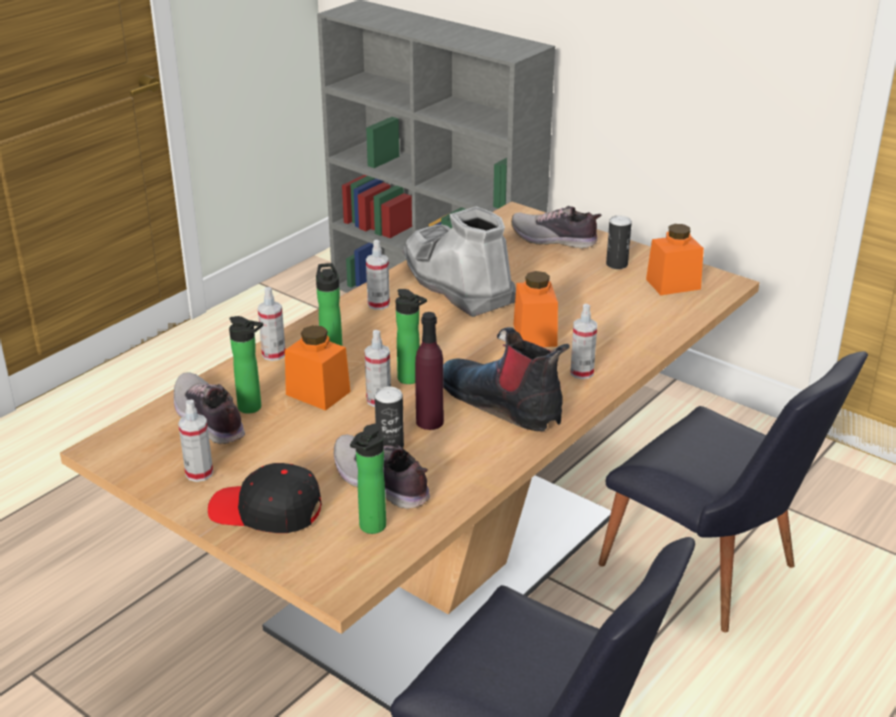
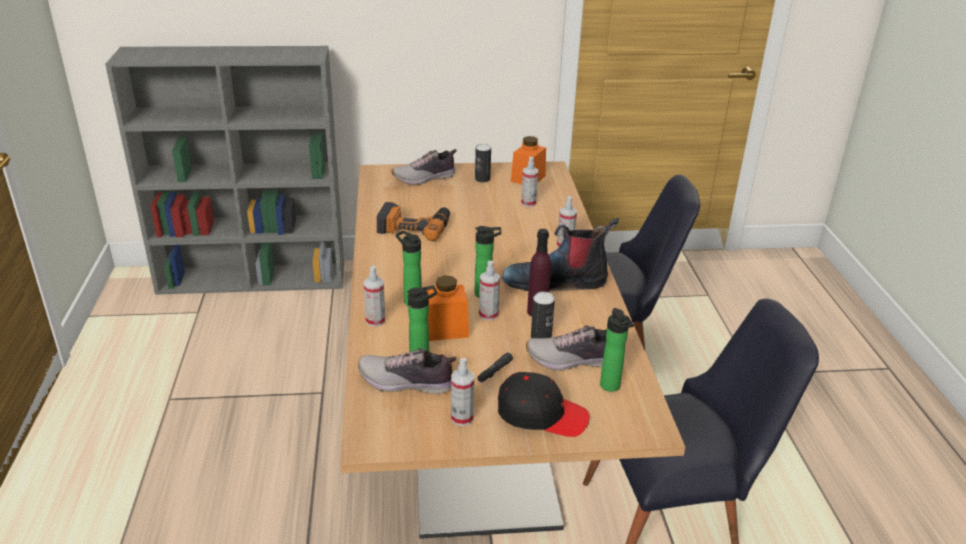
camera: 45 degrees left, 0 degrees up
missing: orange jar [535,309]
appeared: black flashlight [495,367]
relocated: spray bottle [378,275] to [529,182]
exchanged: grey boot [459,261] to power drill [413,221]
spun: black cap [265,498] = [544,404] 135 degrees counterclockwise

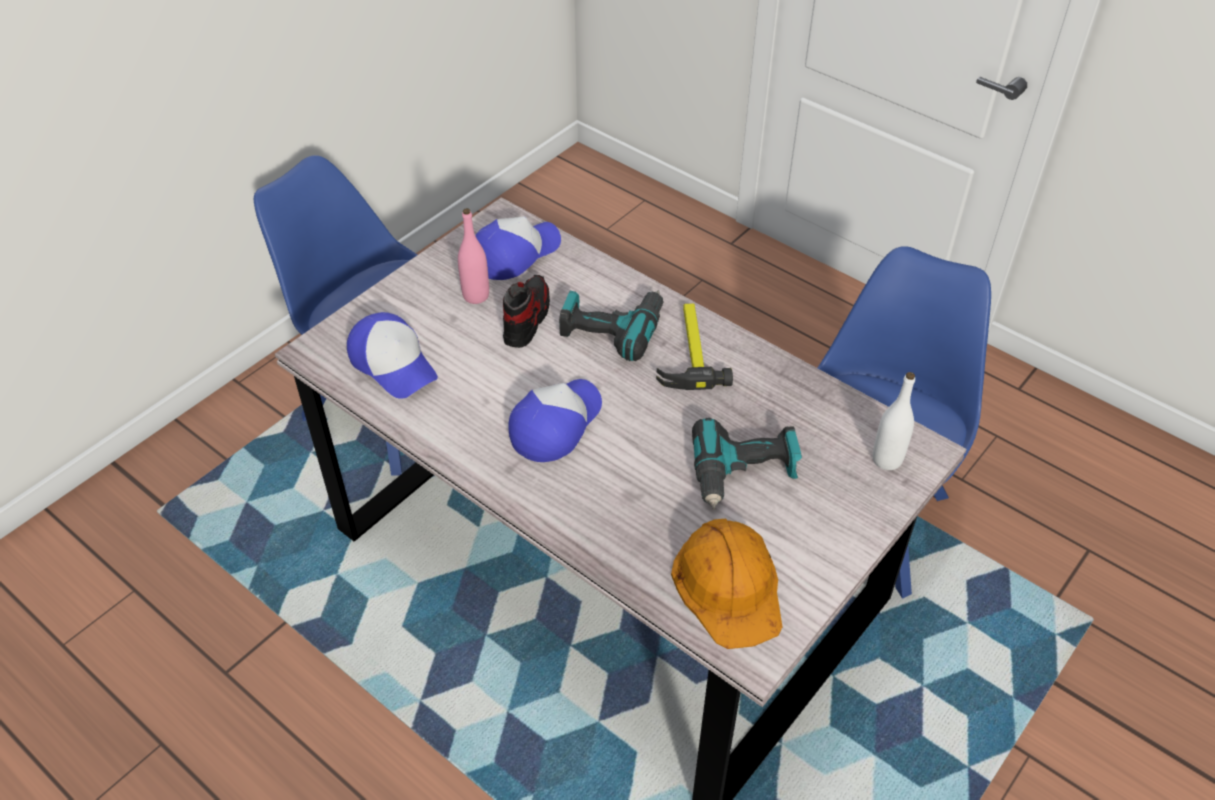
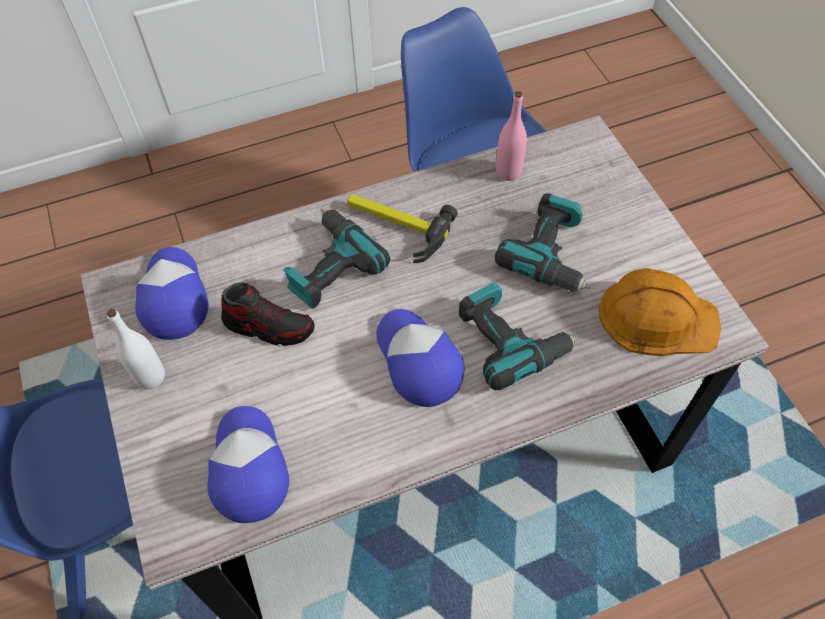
camera: 60 degrees left, 10 degrees up
appeared: power drill [519,336]
relocated: pink bottle [473,256] to [511,136]; white bottle [894,421] to [136,349]
spun: shoe [526,311] = [268,314] 150 degrees clockwise; cap [392,355] = [248,464] 90 degrees counterclockwise

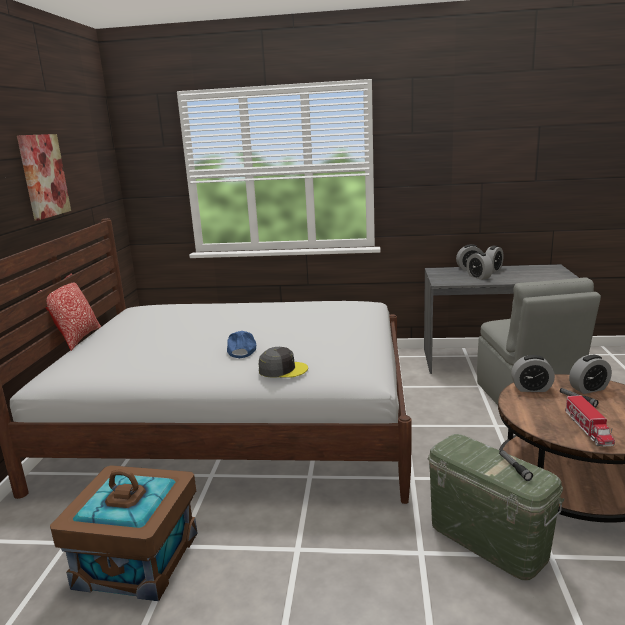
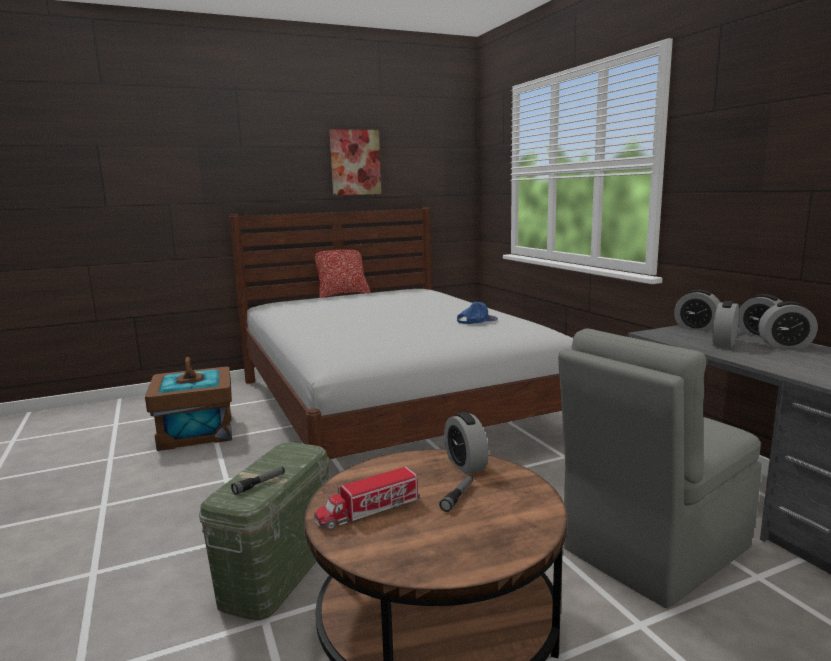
camera: 60 degrees right, 5 degrees down
missing: grey cap [283,362]
relocated: blue cap [241,344] to [477,313]; alarm clock [590,374] to [697,311]

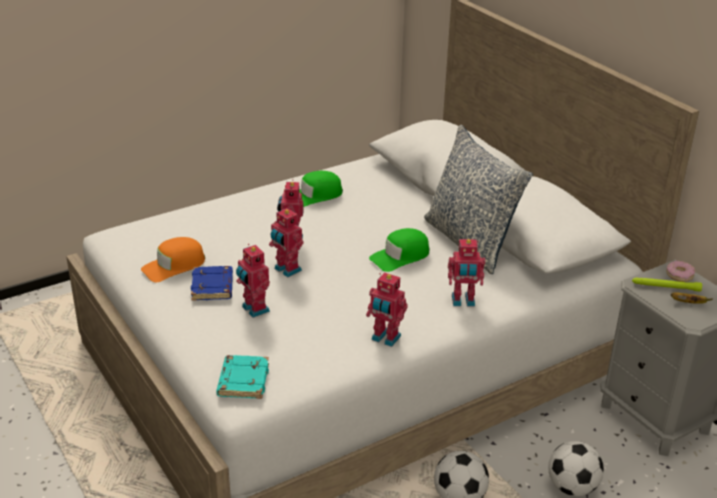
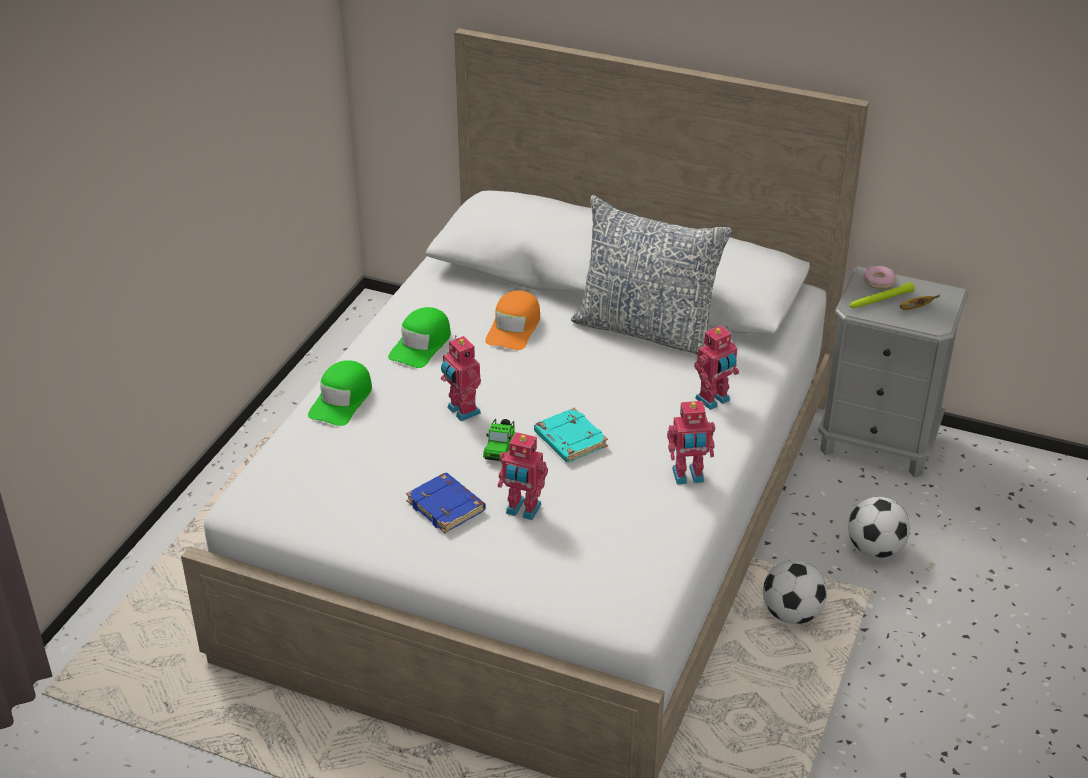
camera: 35 degrees left, 5 degrees up
relocated: green cap [399,250] to [340,393]; orange cap [173,259] to [512,320]; turquoise book [242,377] to [571,435]
exchanged: toy robot [286,242] to toy car [499,440]

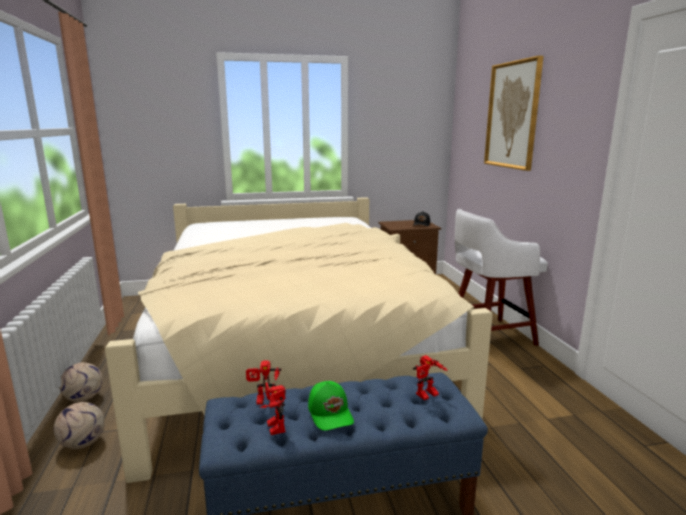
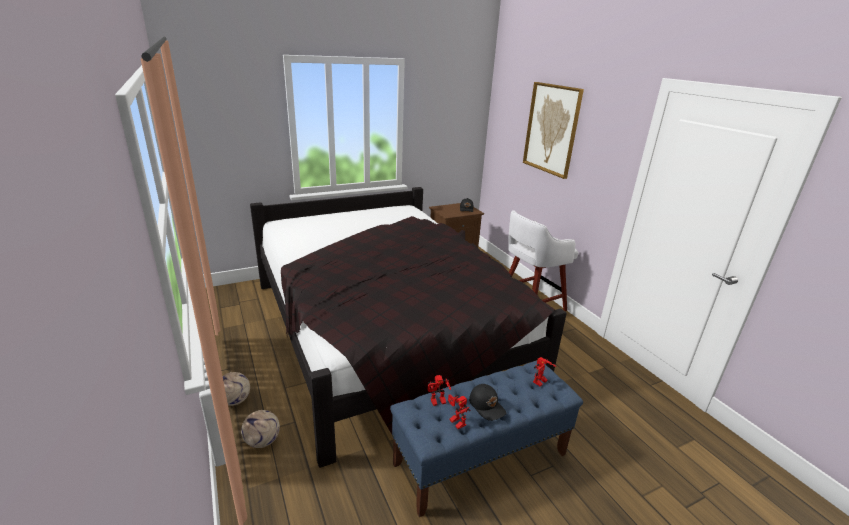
camera: 15 degrees left, 10 degrees up
colour: beige bed [299,340] to black bed [408,327]; green cap [331,406] to black cap [487,402]

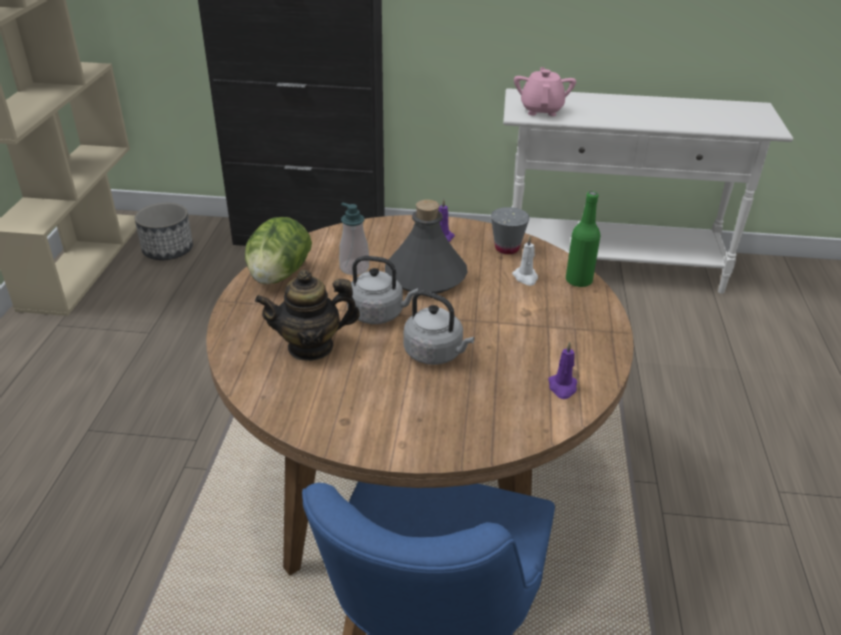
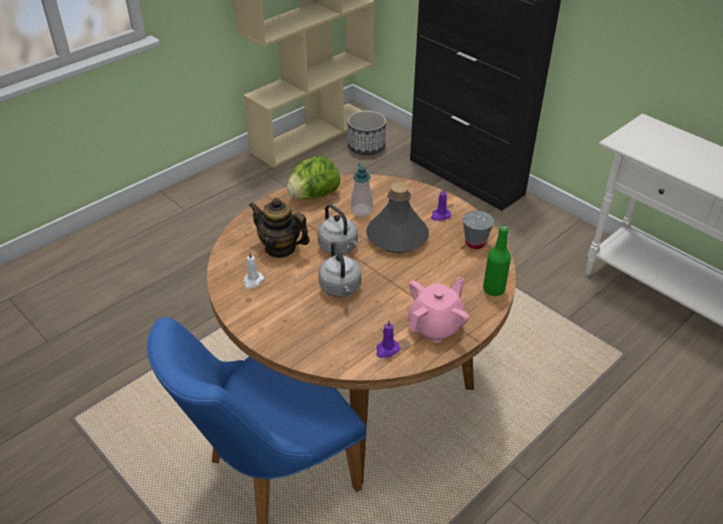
camera: 40 degrees right, 5 degrees up
relocated: pink teapot [545,91] to [438,310]; white candle [525,261] to [253,270]

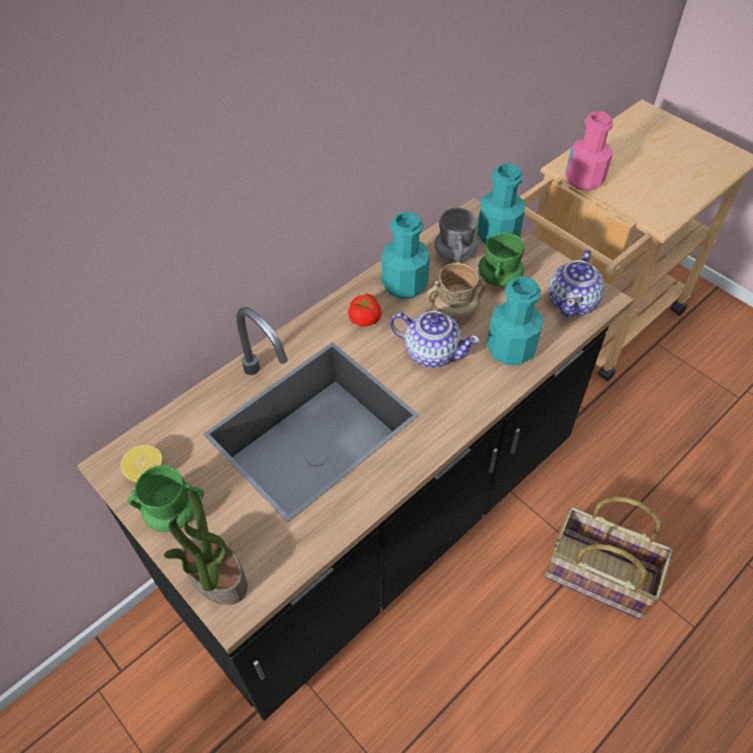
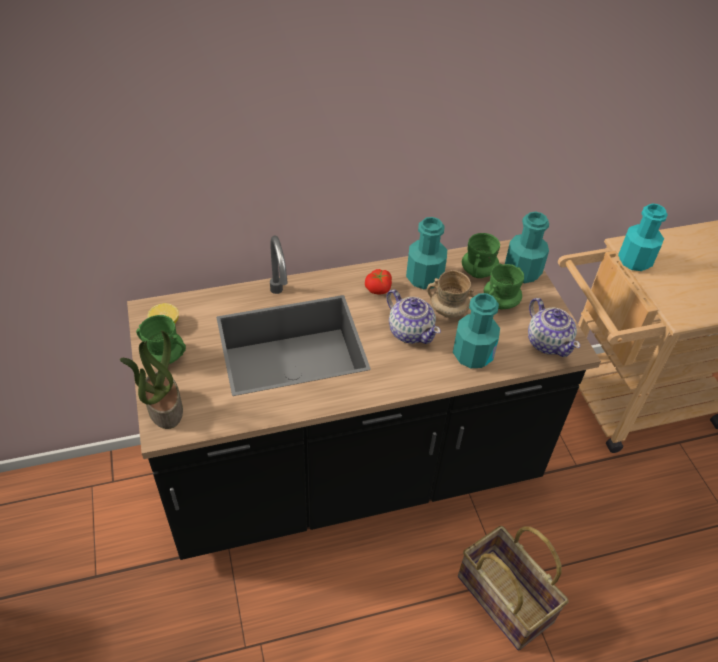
camera: 25 degrees right, 5 degrees down
colour: pink bottle [589,151] to turquoise bottle [643,237]; grey mug [456,235] to green mug [481,255]
spun: teapot [577,283] = [554,327] 75 degrees counterclockwise

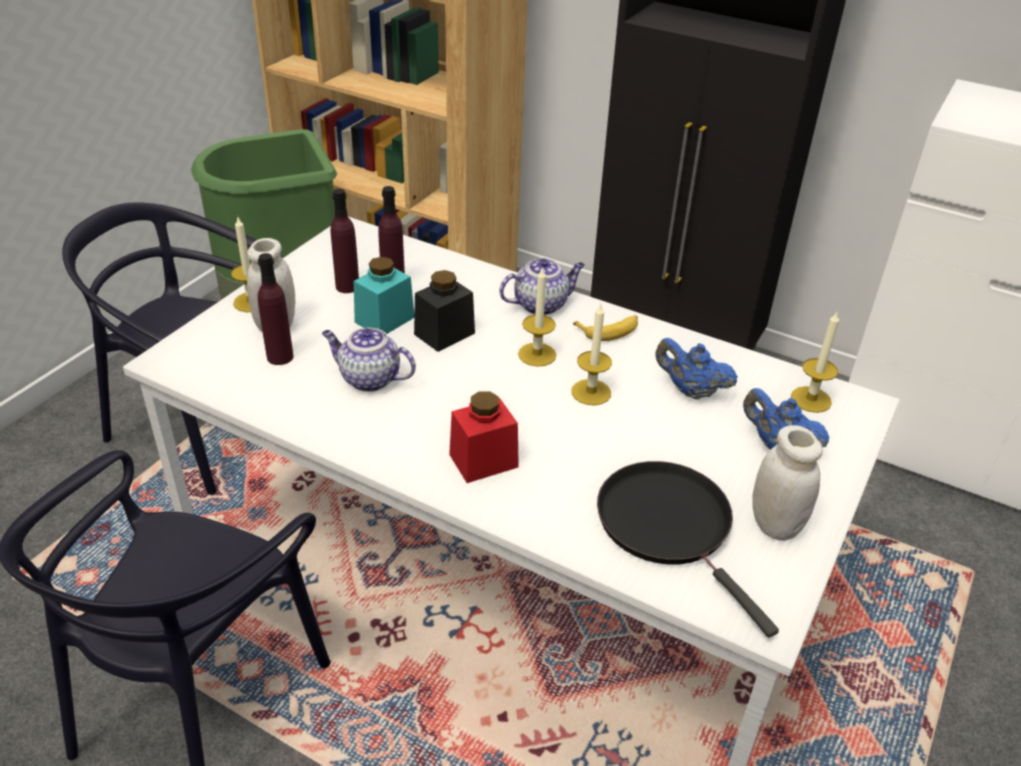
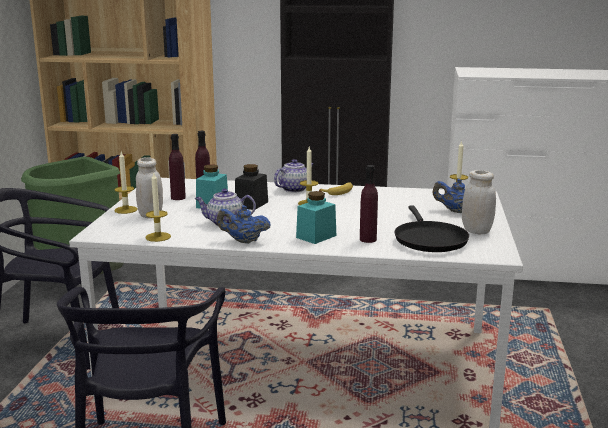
camera: 20 degrees left, 20 degrees down
relocated: purple bottle [276,309] to [369,204]; candle [591,354] to [158,207]; blue teapot [696,369] to [244,224]
colour: red jar [484,437] to turquoise jar [316,217]
spun: black frying pan [688,549] = [432,228] 135 degrees counterclockwise

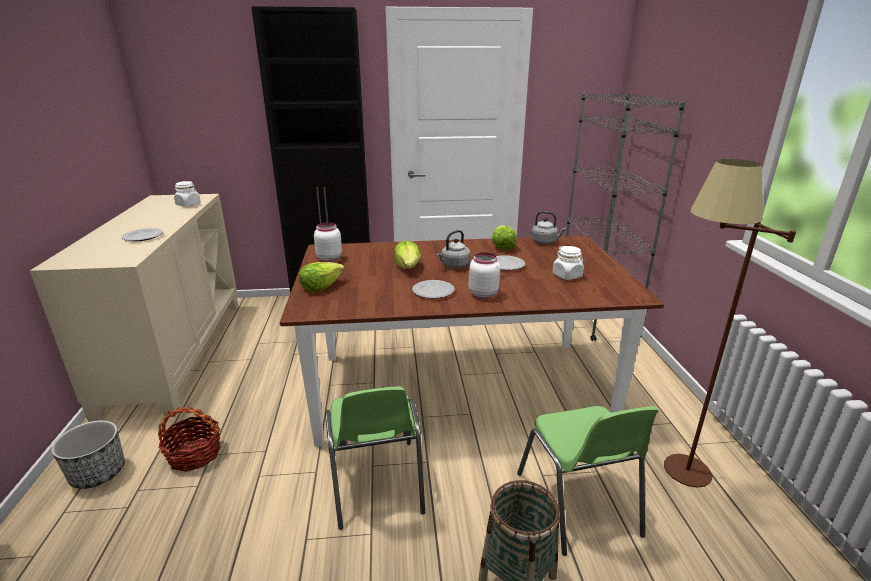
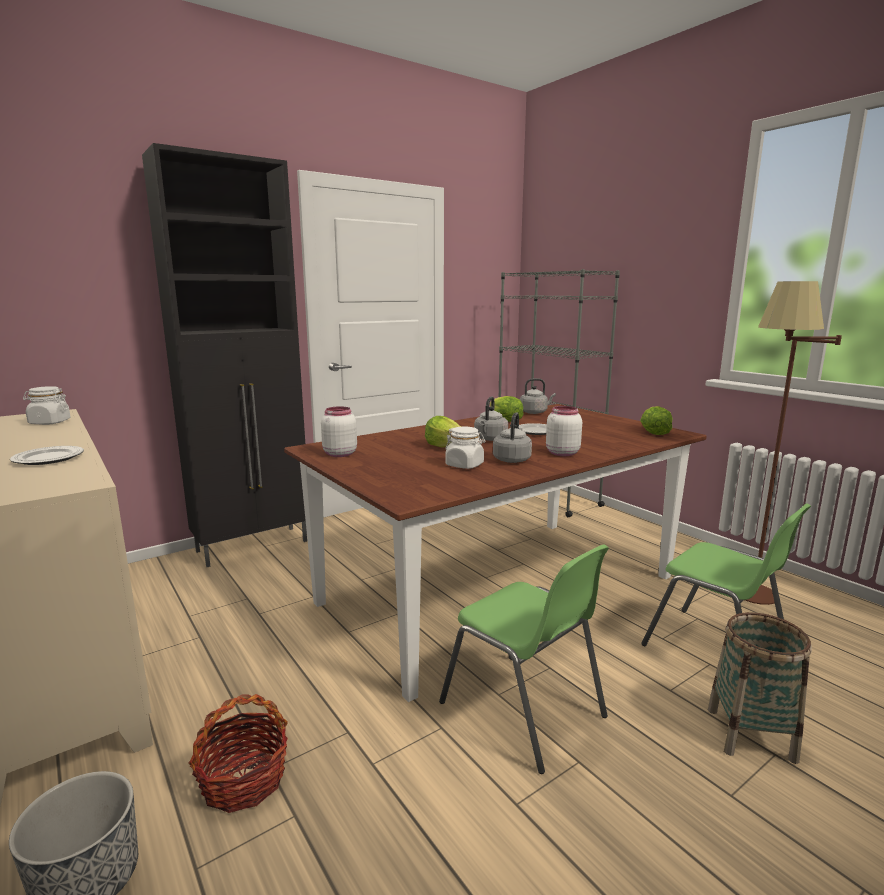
camera: 30 degrees left, 10 degrees down
relocated: white jar [568,263] to [465,448]; lettuce [322,277] to [656,420]
exchanged: plate [433,289] to grey kettle [512,437]

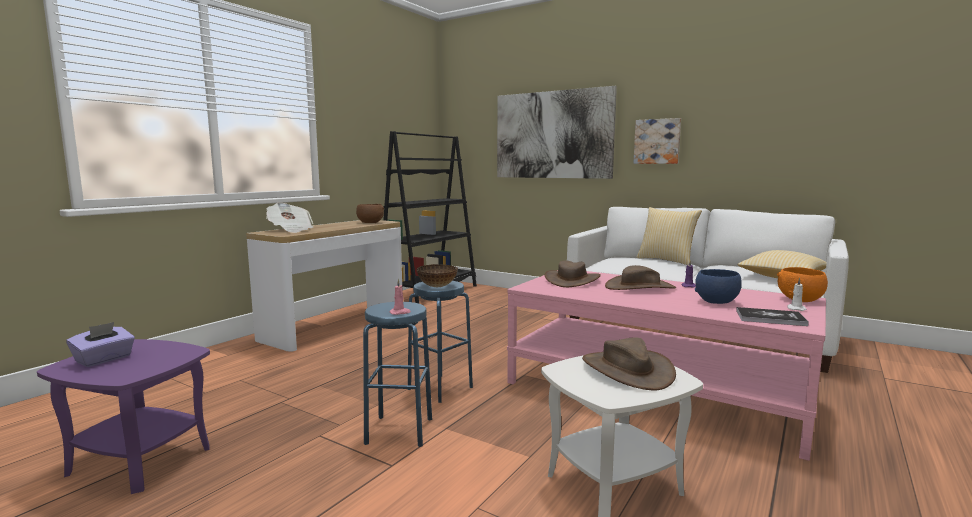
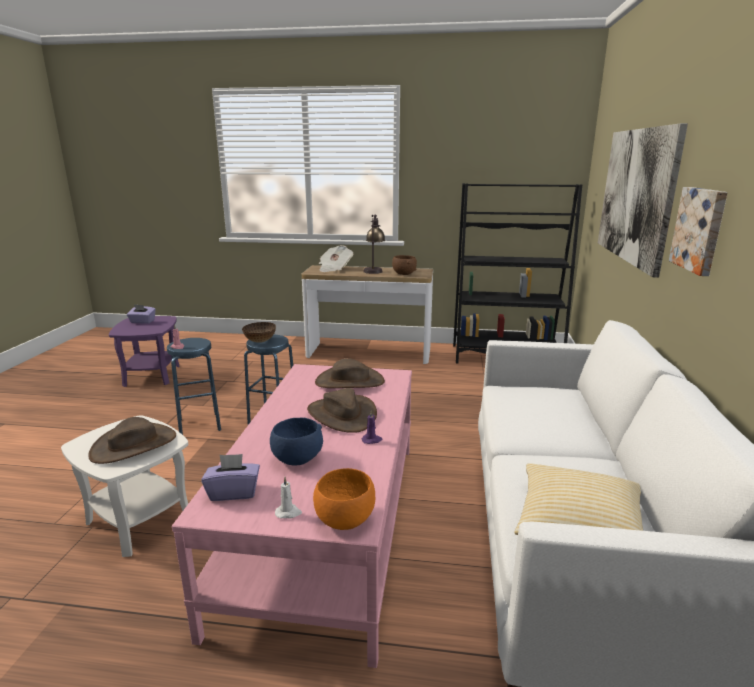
camera: 65 degrees right, 10 degrees up
missing: pillow [669,236]
appeared: table lamp [374,244]
exchanged: book [772,316] to purple tissue box [230,477]

